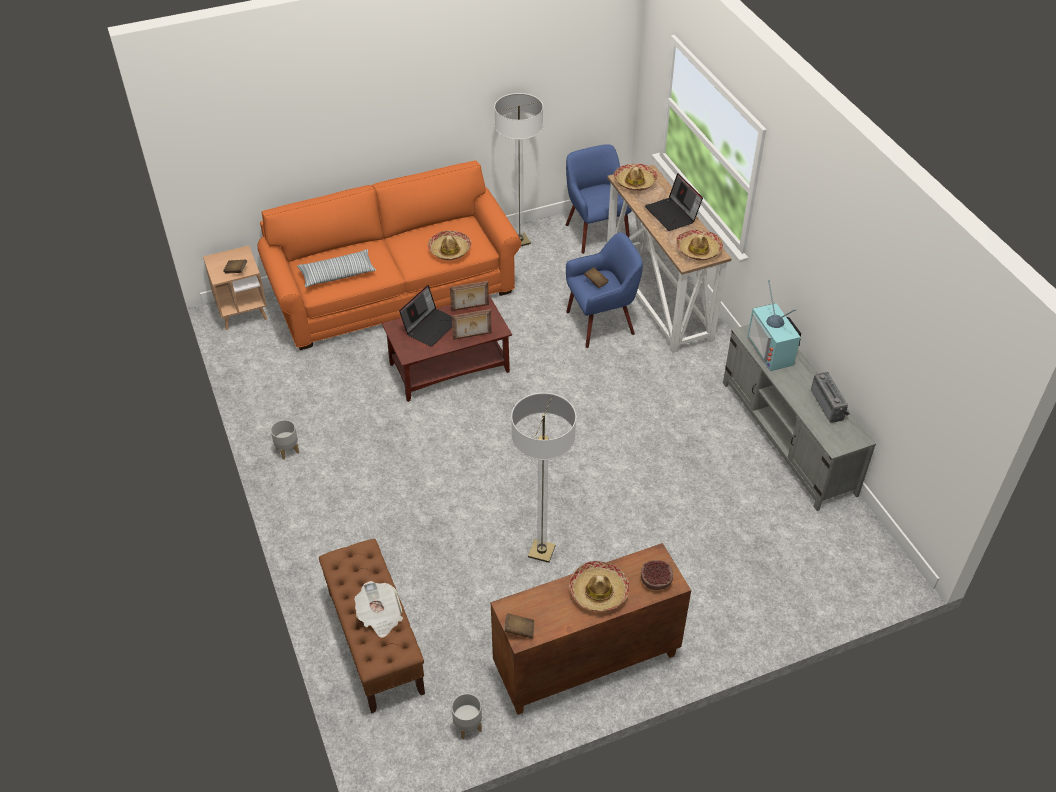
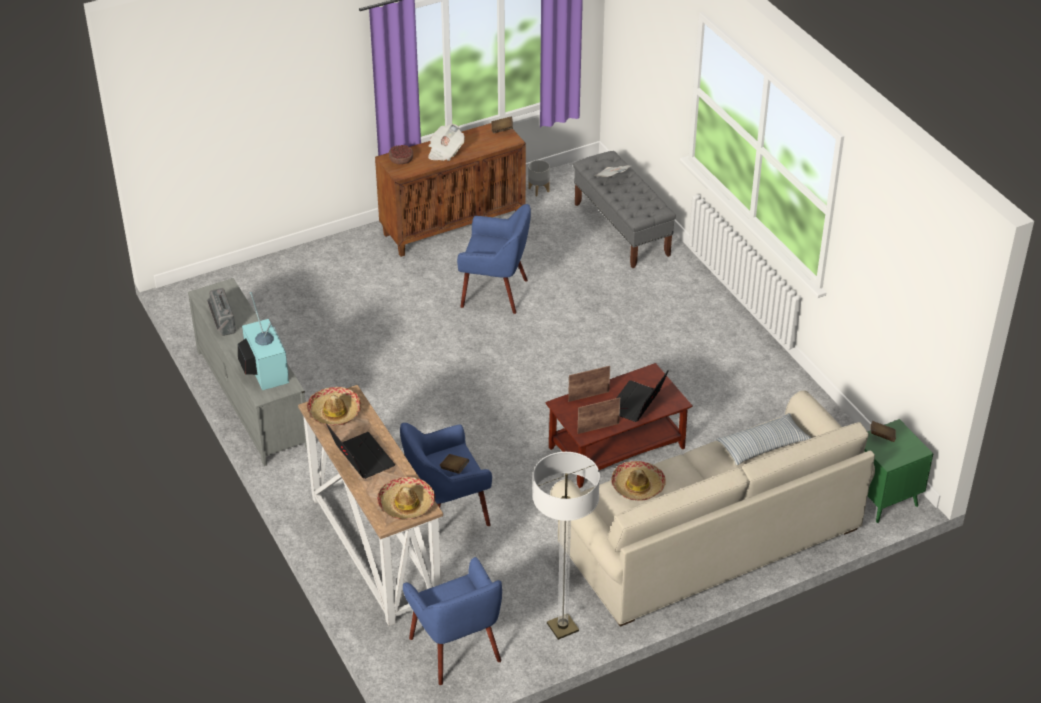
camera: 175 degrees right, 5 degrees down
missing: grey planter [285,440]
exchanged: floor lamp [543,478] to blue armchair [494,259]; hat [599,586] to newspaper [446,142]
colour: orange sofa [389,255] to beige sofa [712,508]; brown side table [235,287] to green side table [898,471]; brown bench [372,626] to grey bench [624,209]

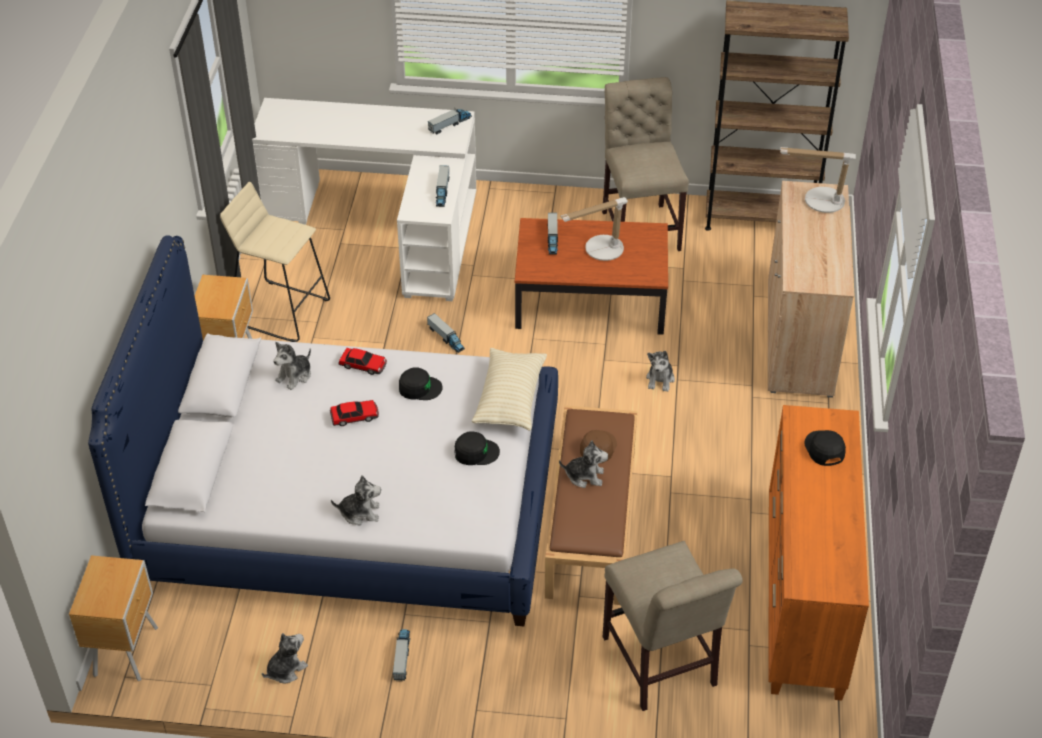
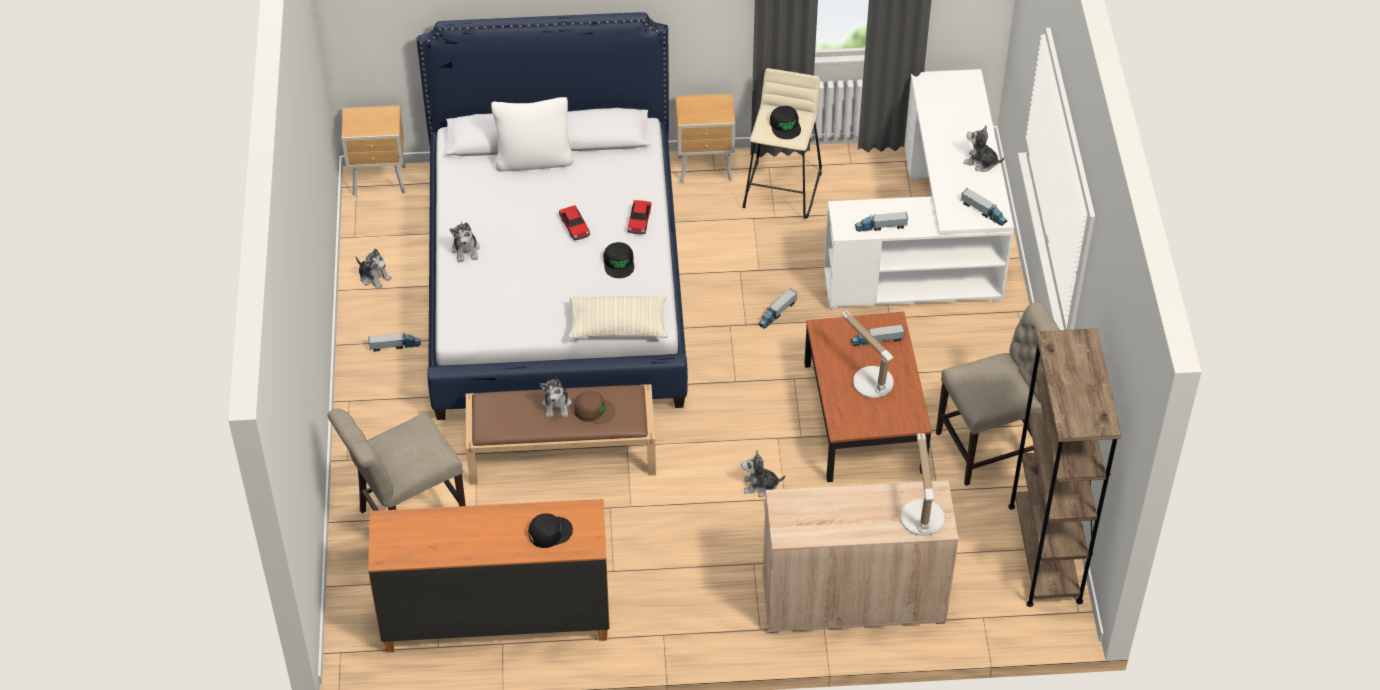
camera: 80 degrees right, 5 degrees up
appeared: white pillow [532,134]
relocated: plush toy [292,366] to [984,148]; black cap [477,448] to [785,122]

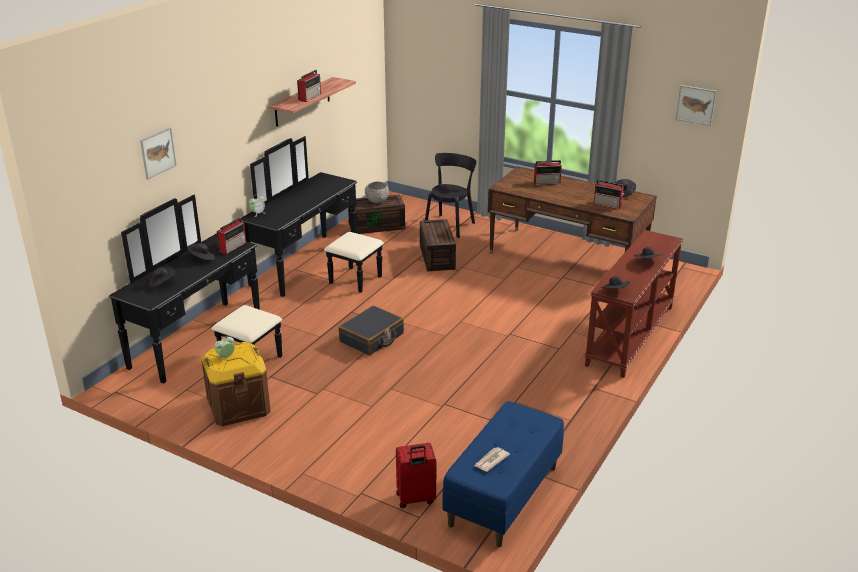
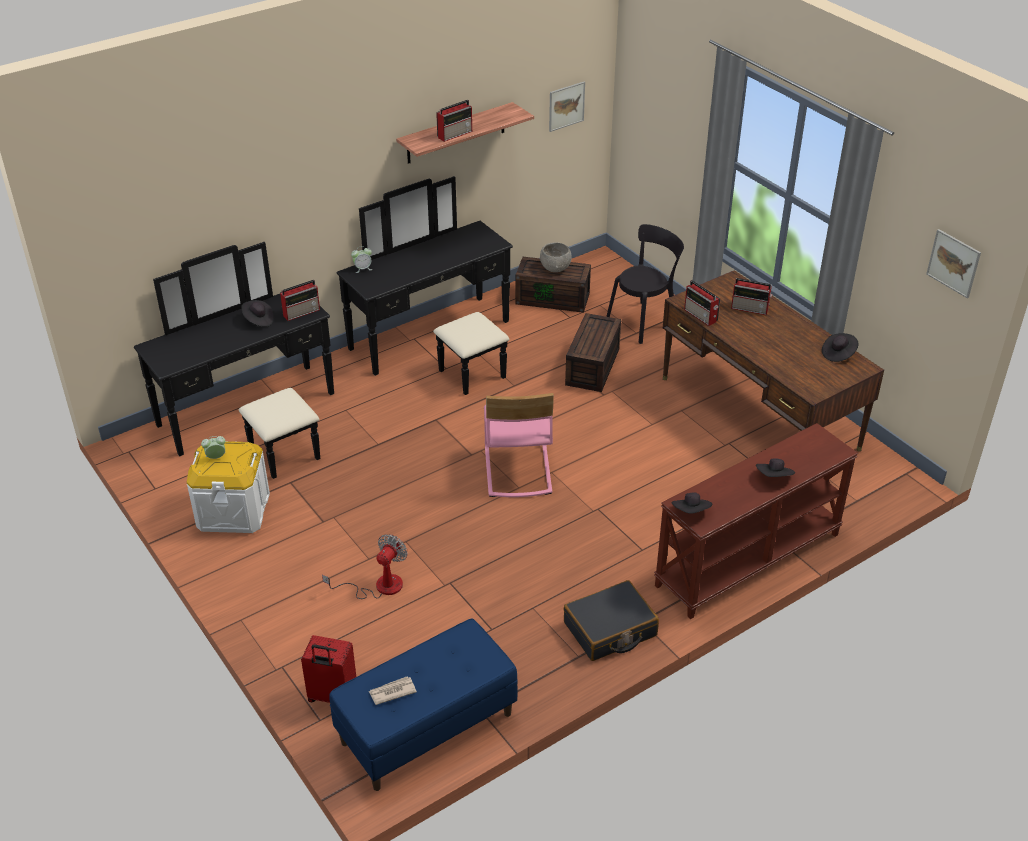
camera: 25 degrees right, 10 degrees up
missing: black hat [162,277]
appeared: pink chair [519,445]; fan [364,566]
relocated: picture [158,153] to [567,107]; radio [609,194] to [702,303]; black suitcase [371,330] to [611,620]
colour: brown storage box [235,384] to white storage box [228,487]

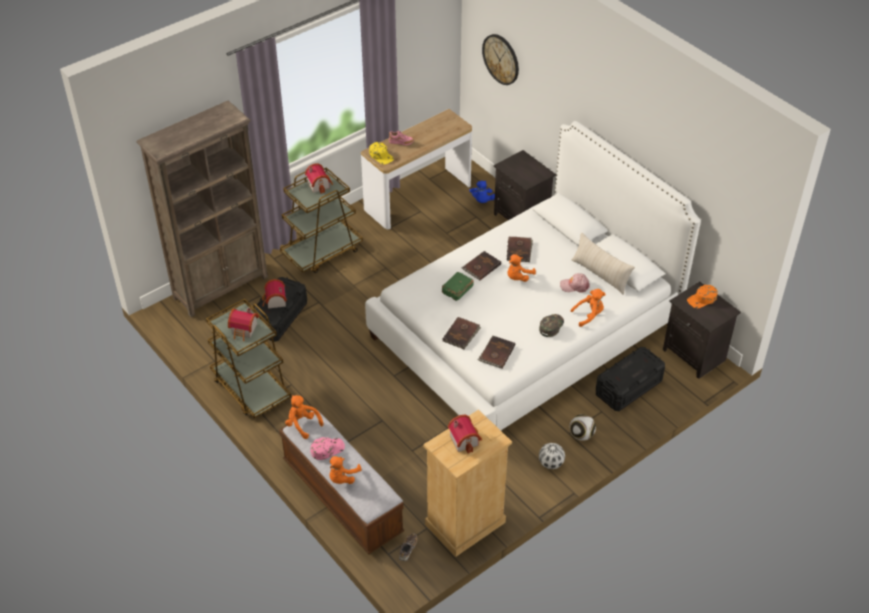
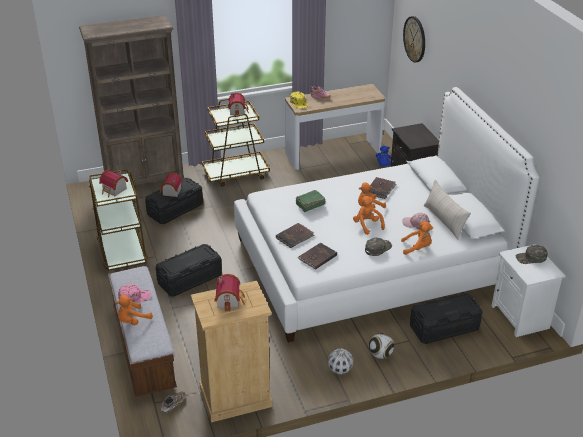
camera: 20 degrees right, 10 degrees down
missing: brown book [481,265]
appeared: black storage box [189,270]
relocated: orange plush toy [304,417] to [369,215]
colour: black nightstand [702,330] to white nightstand [529,290]; orange cap [702,296] to green cap [532,254]

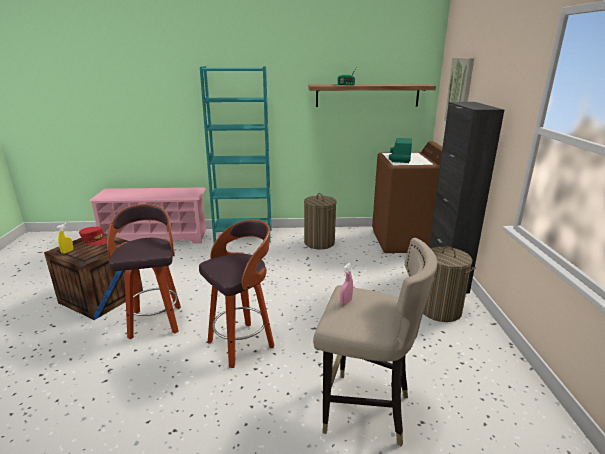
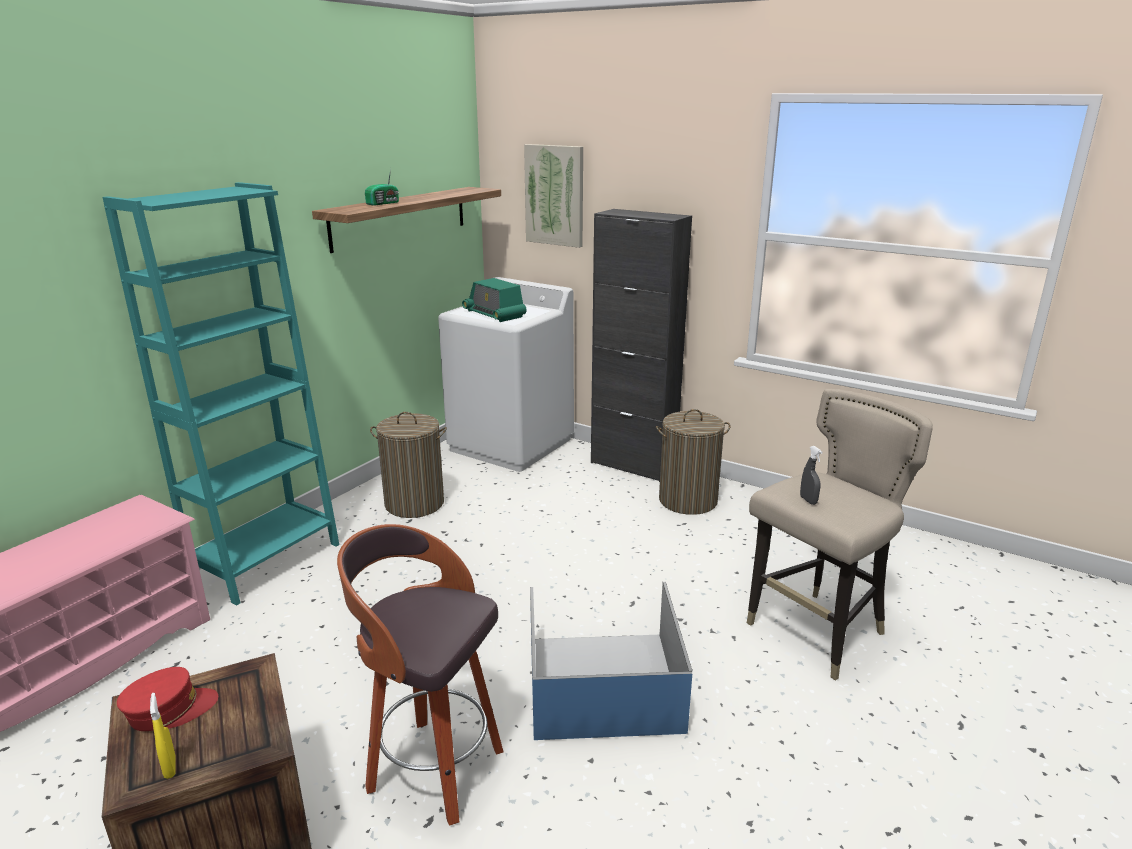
camera: 55 degrees left, 0 degrees up
exchanged: stool [236,293] to blue storage box [611,661]
colour: brown washing machine [407,197] to white washing machine [506,374]; pink spray bottle [346,284] to grey spray bottle [811,475]

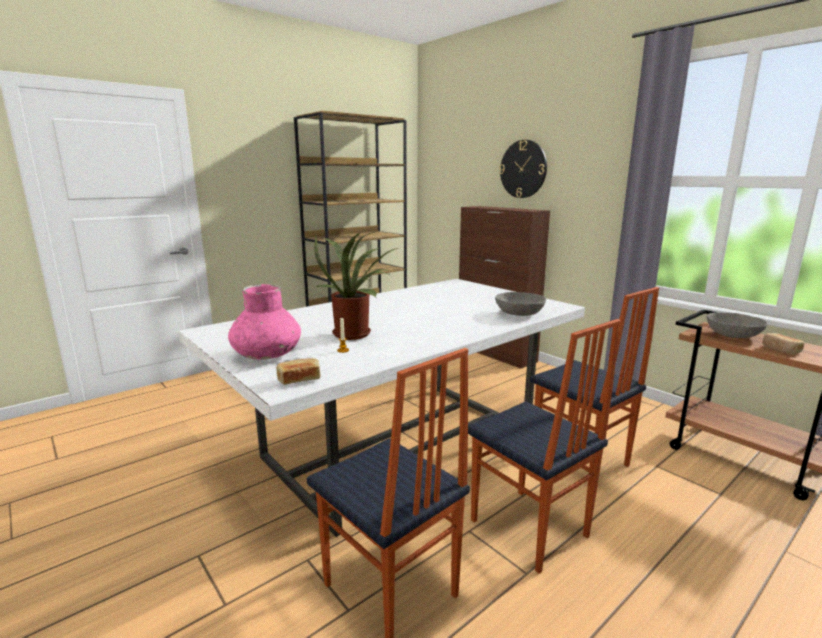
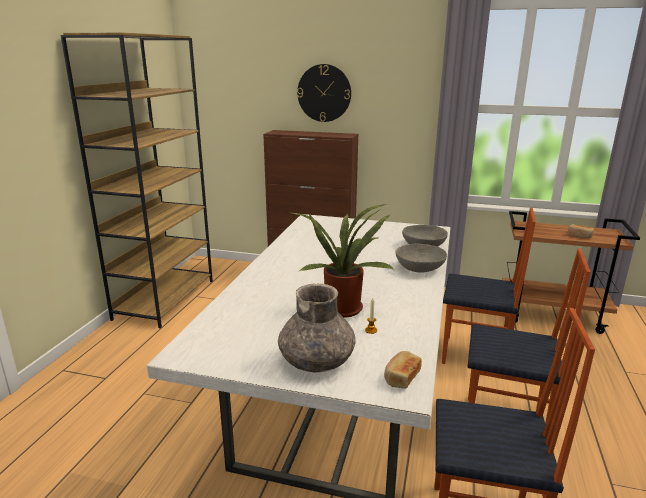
camera: 35 degrees left, 5 degrees up
relocated: grey bowl [737,325] to [421,258]
colour: pink vase [264,322] to grey vase [316,327]

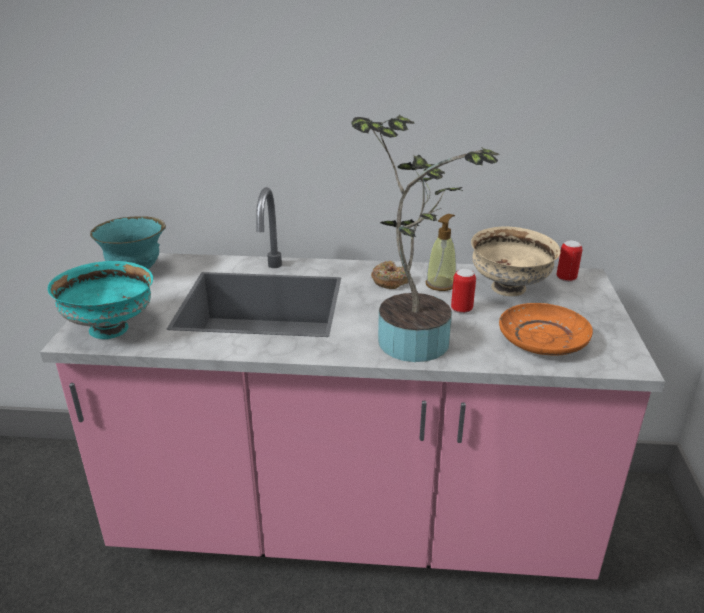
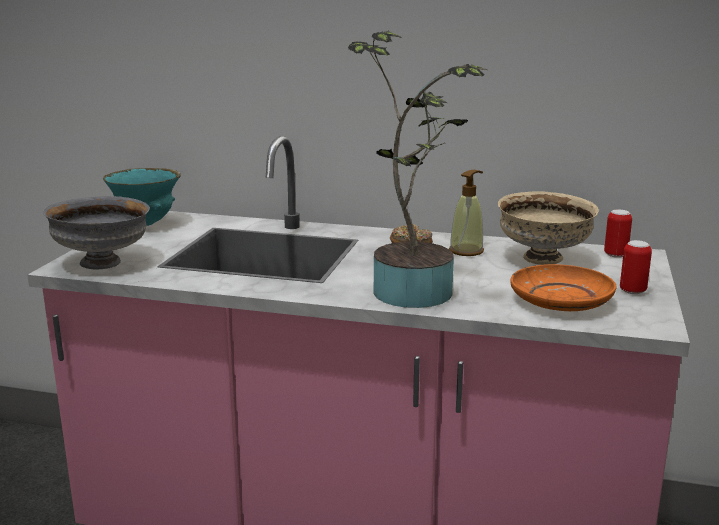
camera: 10 degrees right, 10 degrees down
relocated: can [463,291] to [636,267]
colour: turquoise bowl [100,300] to grey bowl [96,233]

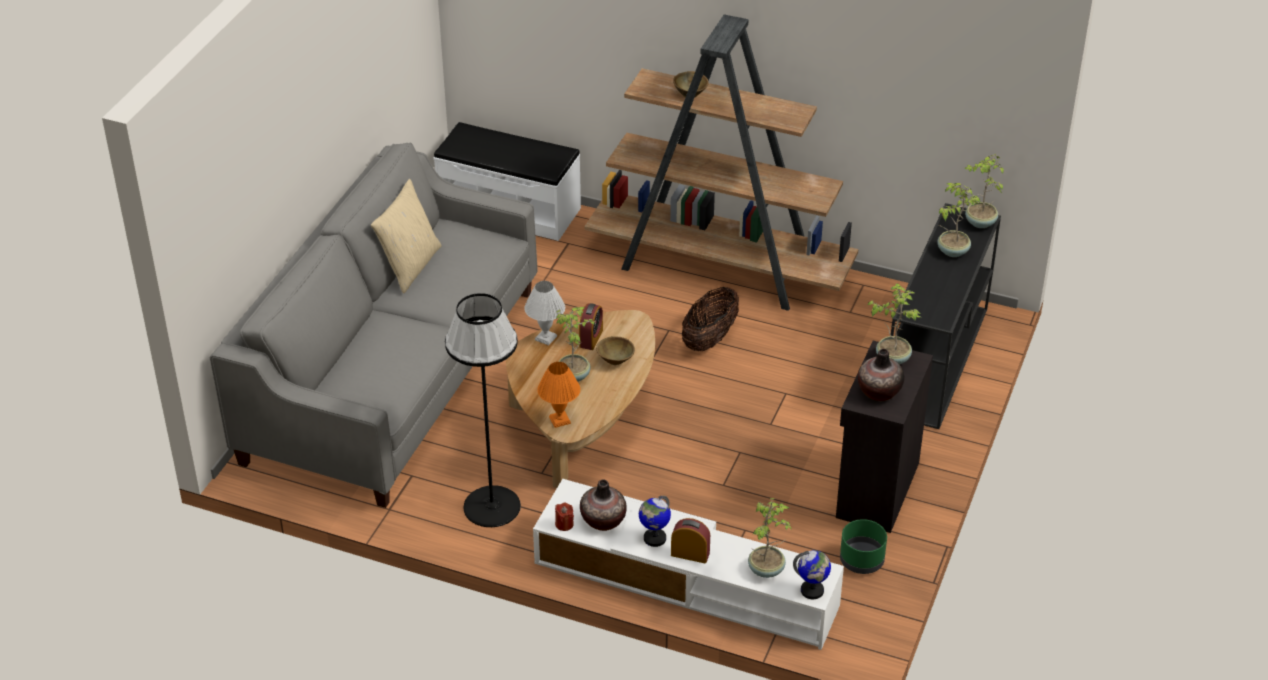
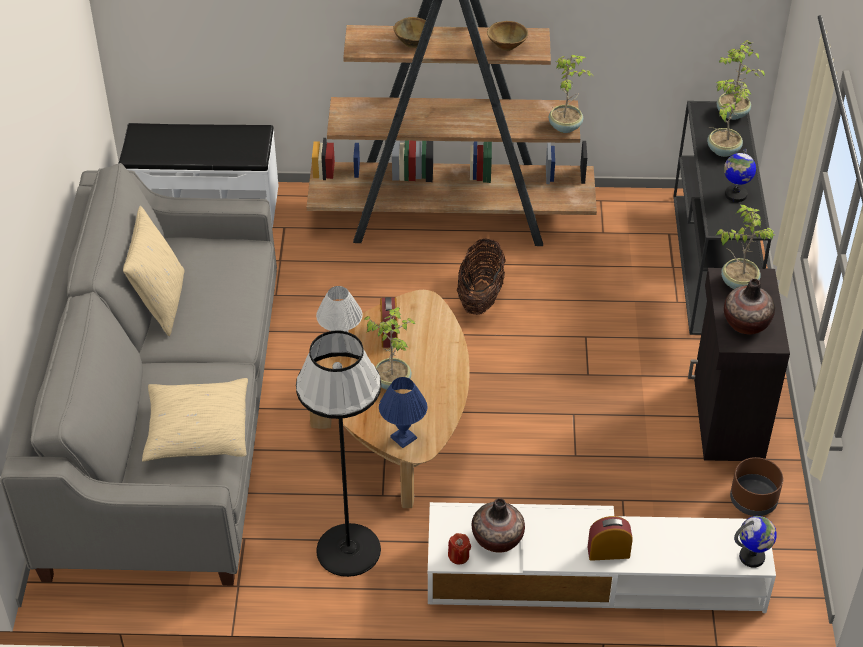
camera: 20 degrees left, 5 degrees up
appeared: beige pillow [195,420]
relocated: brown bowl [615,350] to [507,36]; globe [655,521] to [740,175]; potted plant [770,538] to [570,94]
colour: orange table lamp [558,395] to blue table lamp [403,412]; green planter [863,546] to brown planter [756,486]

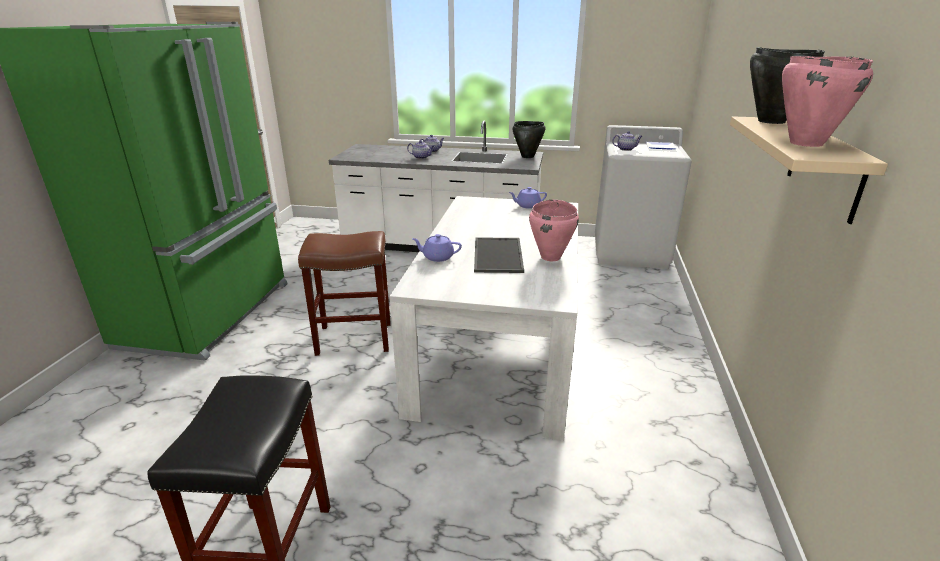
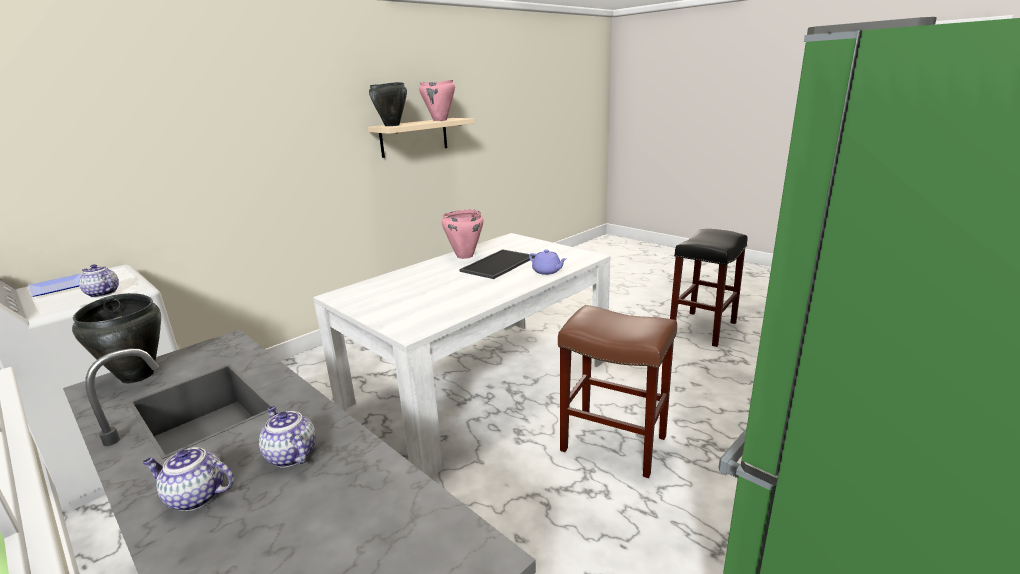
camera: 145 degrees left, 5 degrees down
missing: purple teapot [528,198]

